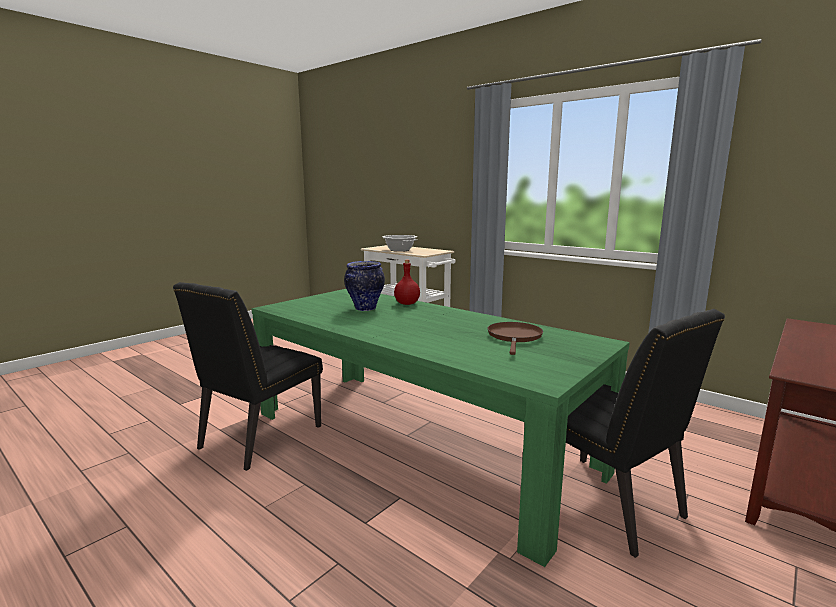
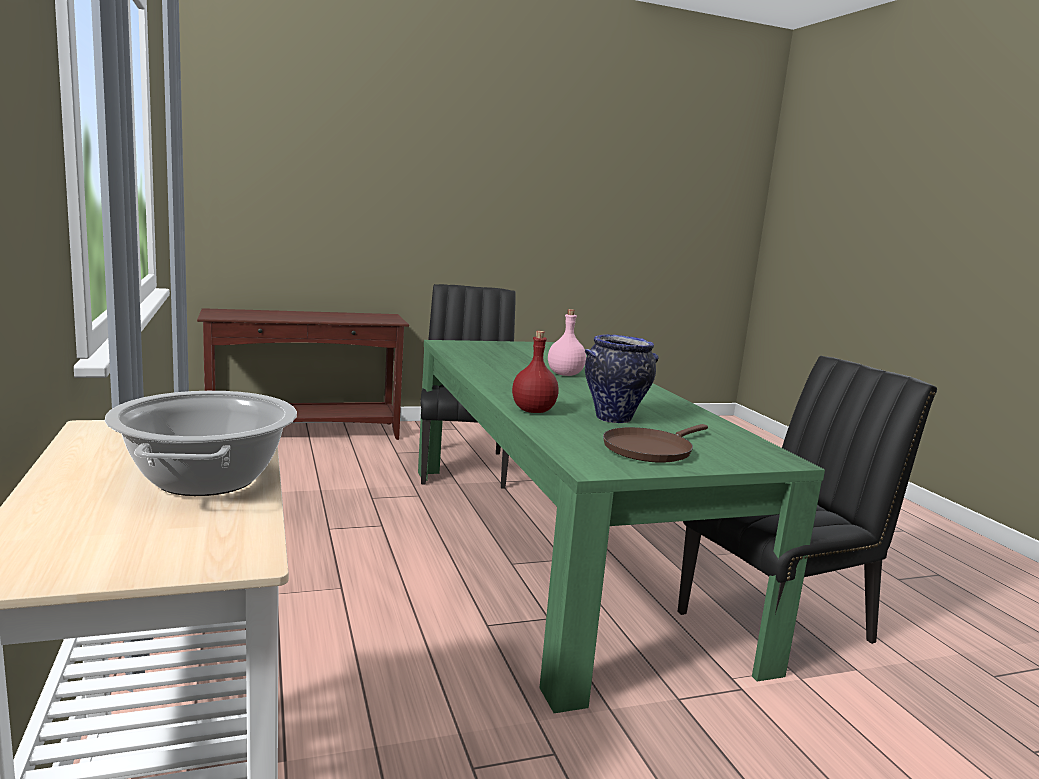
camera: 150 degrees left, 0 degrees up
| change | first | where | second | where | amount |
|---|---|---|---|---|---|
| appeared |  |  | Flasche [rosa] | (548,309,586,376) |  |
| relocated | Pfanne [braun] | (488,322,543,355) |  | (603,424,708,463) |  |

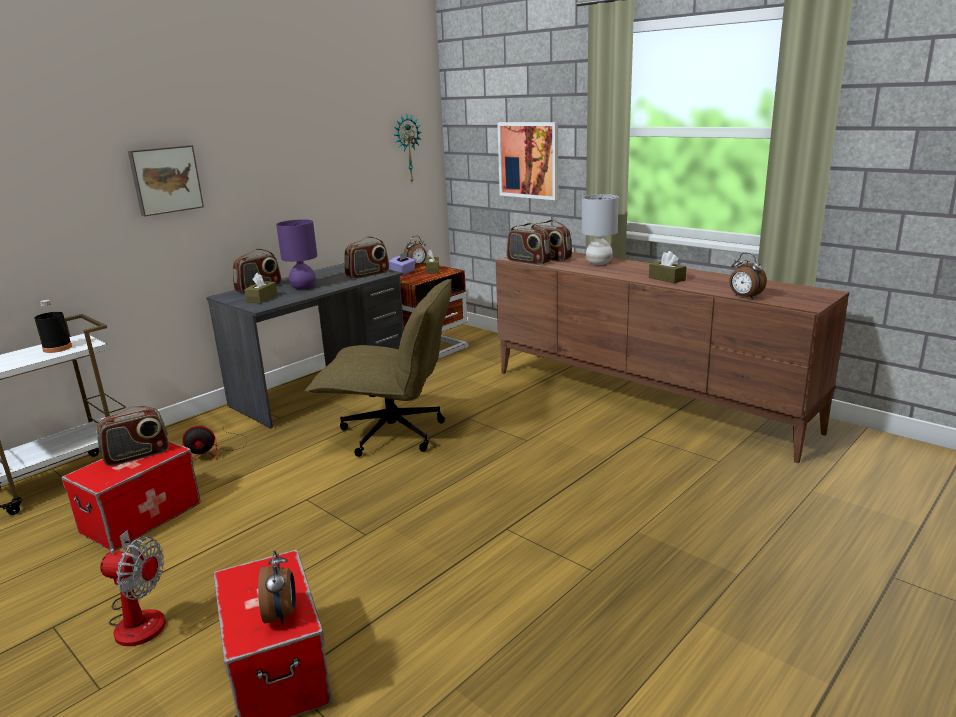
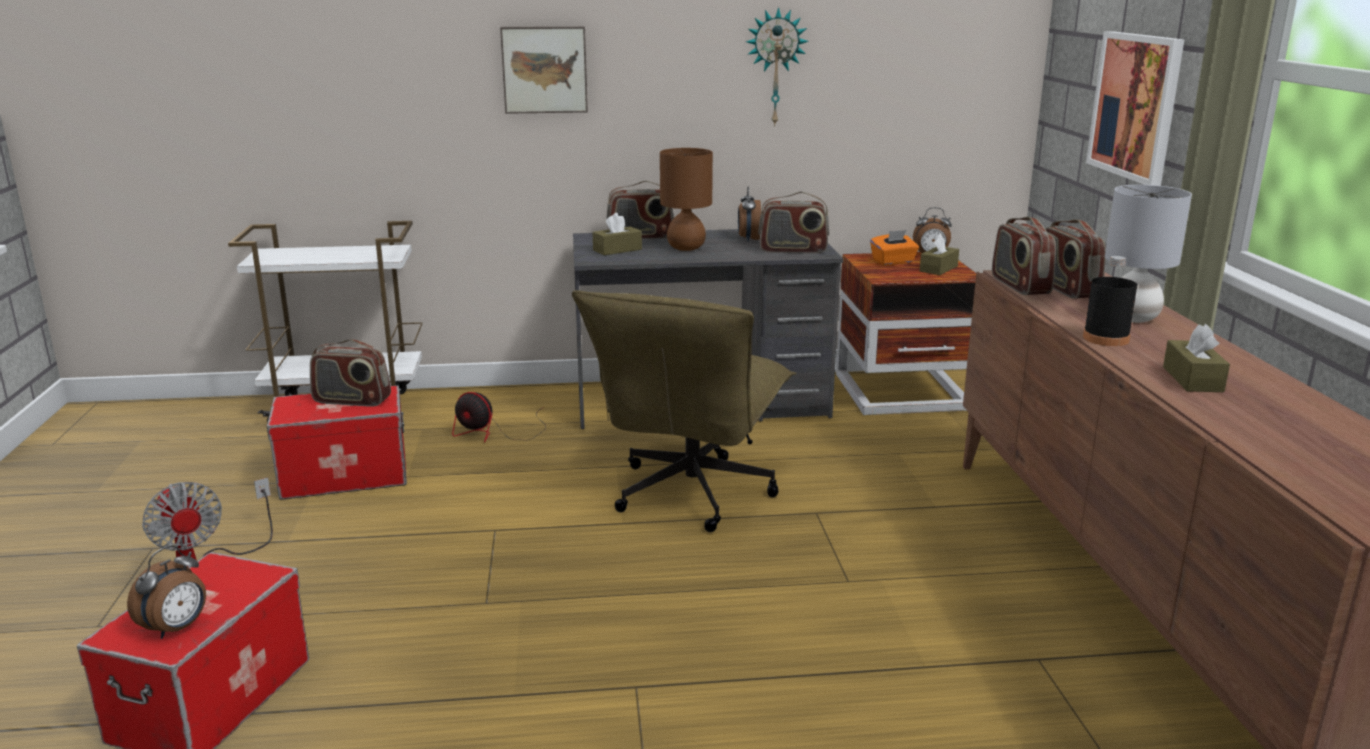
camera: 40 degrees right, 0 degrees up
| change | first | where | second | where | amount |
|---|---|---|---|---|---|
| relocated | Flasche [schwarz] | (34,300,72,353) |  | (1083,256,1138,346) |  |
| relocated | Wanduhr | (394,114,422,182) |  | (746,7,809,127) |  |
| relocated | Wecker | (729,253,767,299) |  | (738,186,761,242) |  |
| colour | Tischlampe [lila] | (276,219,317,290) | Tischlampe [braun] | (660,148,713,251) |  |
| colour | Taschentuchbox [lila] | (389,252,416,275) | Taschentuchbox [orange] | (870,230,919,265) |  |
| spun | Bürostuhl [beige] | (305,279,452,457) |  | (572,290,796,532) | 60 degrees clockwise |

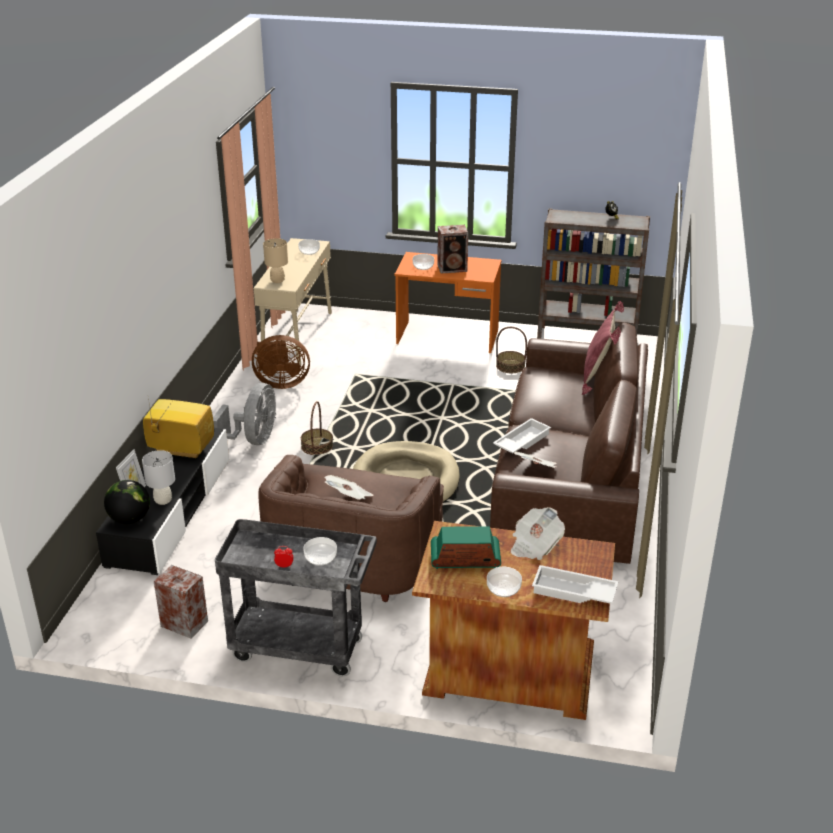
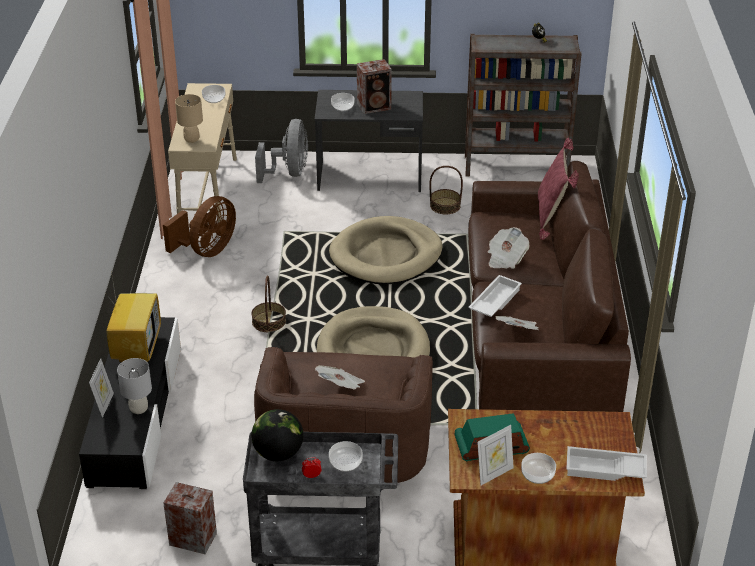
camera: 10 degrees left, 5 degrees up
| change | first | where | second | where | amount |
|---|---|---|---|---|---|
| appeared |  |  | Hundebett [beige] | (329,216,443,284) |  |
| appeared |  |  | Bilderrahmen | (477,425,514,486) |  |
| relocated | Globus | (104,480,150,524) |  | (251,409,303,461) |  |
| relocated | Ventilator [grau] | (213,383,276,445) |  | (255,119,308,183) |  |
| relocated | Zeitung | (511,507,565,560) |  | (488,227,530,269) |  |
| colour | Schreibtisch [orange] | (395,252,502,353) | Schreibtisch [grau] | (315,90,423,192) |  |
| spun | Fernseher | (143,392,214,459) |  | (106,271,161,362) | 90 degrees clockwise |
| spun | Ventilator [braun] | (252,335,310,389) |  | (163,196,236,257) | 45 degrees counterclockwise |

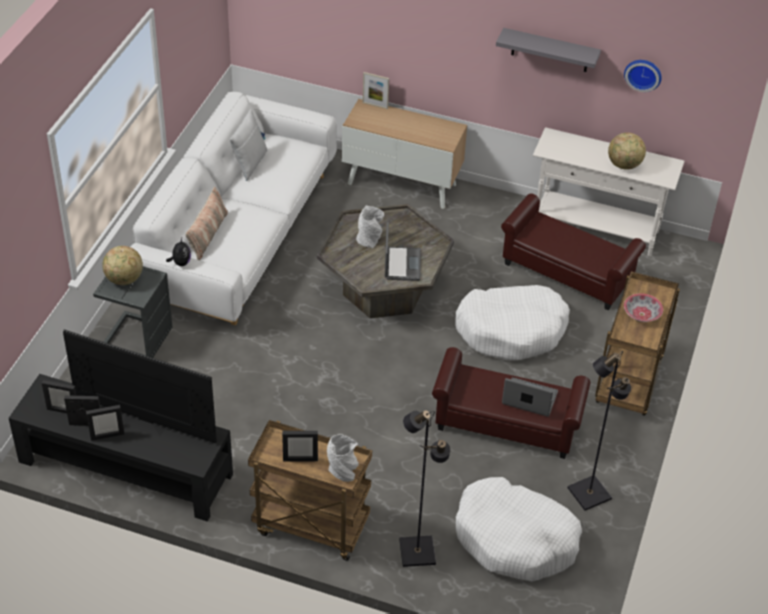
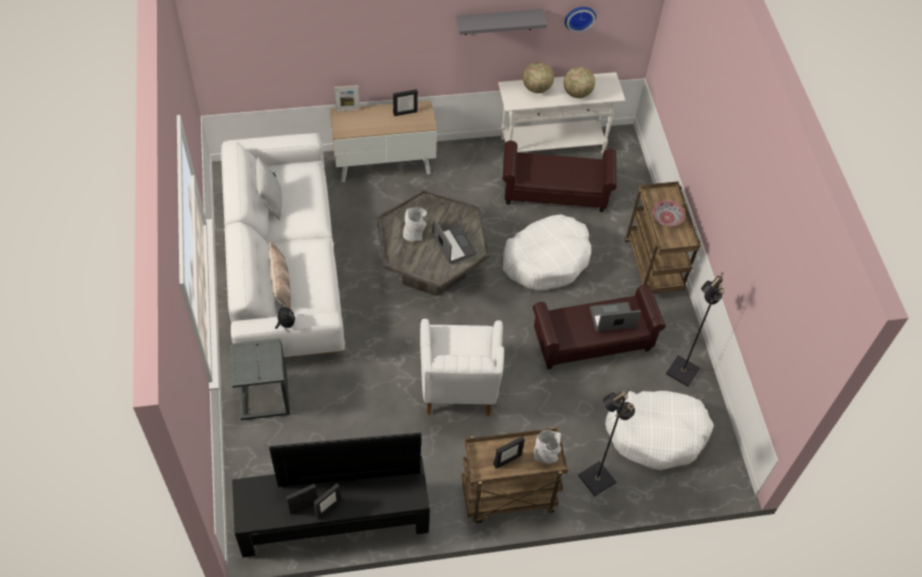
camera: 30 degrees left, 10 degrees up
| change | first | where | second | where | amount |
|---|---|---|---|---|---|
| appeared |  |  | Sessel [weiß] | (420,319,504,416) |  |
| relocated | Bilderrahmen | (42,380,77,413) |  | (393,89,418,116) |  |
| relocated | Globus | (102,246,143,285) |  | (523,62,554,93) |  |

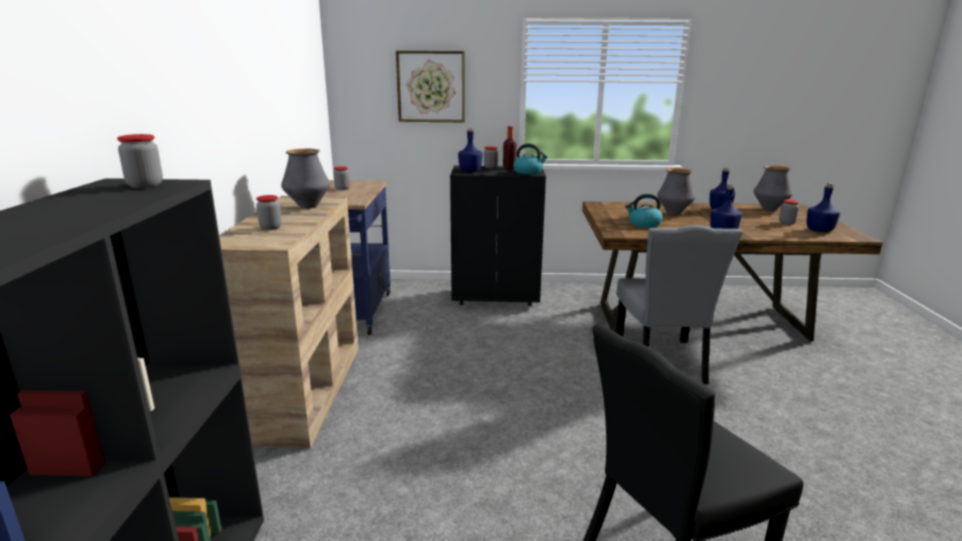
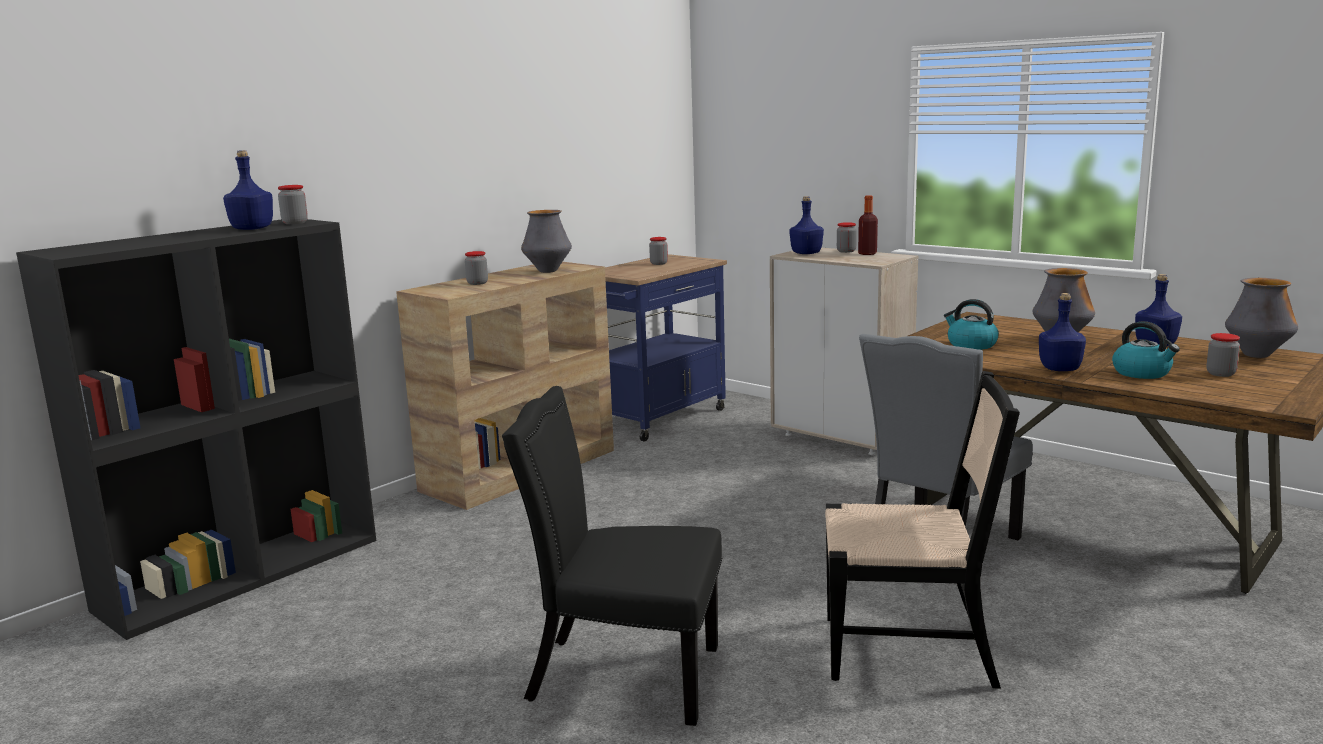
camera: 40 degrees right, 5 degrees down
| change | first | where | second | where | amount |
|---|---|---|---|---|---|
| missing | Bild | (396,51,465,122) |  |  |  |
| appeared |  |  | Stuhl | (825,371,1020,689) |  |
| relocated | Wasserkessel | (513,144,548,174) |  | (1112,321,1180,379) |  |
| relocated | Flasche [blau] | (807,183,840,232) |  | (223,150,273,230) |  |
| colour | Schrank [schwarz] | (450,166,546,306) | Schrank [beige] | (770,248,919,455) |  |

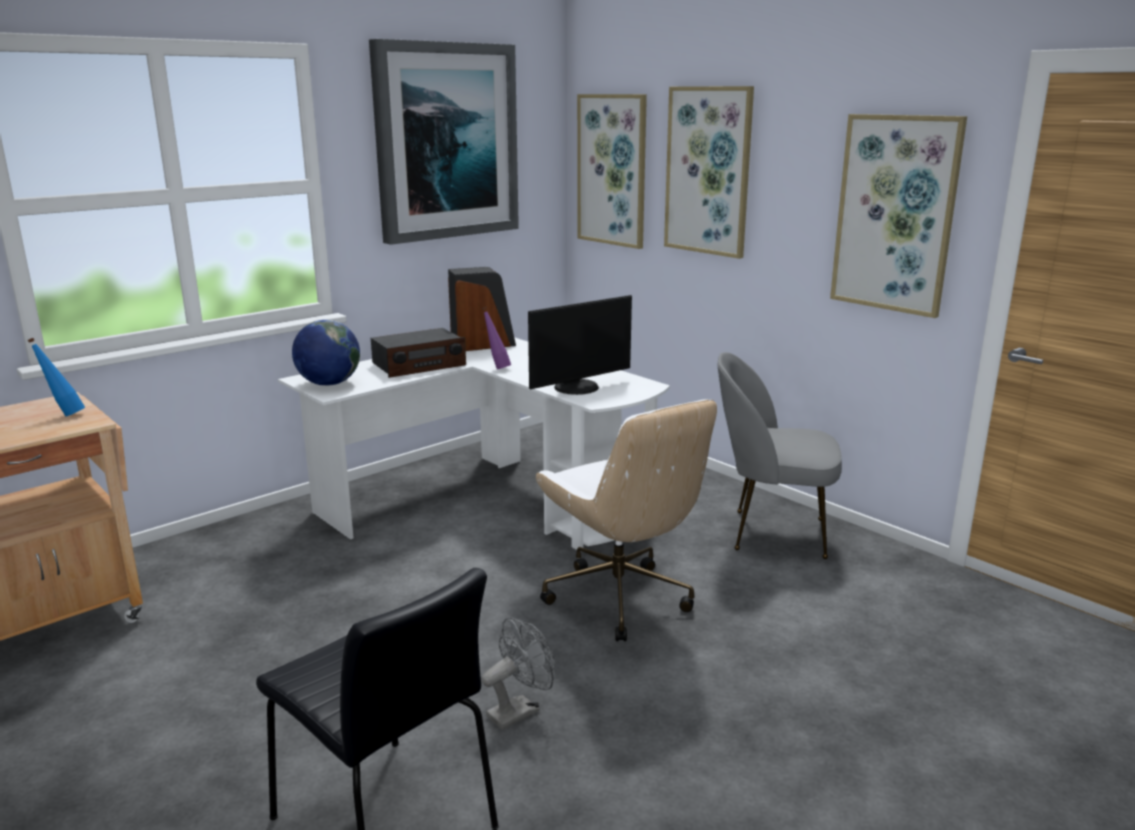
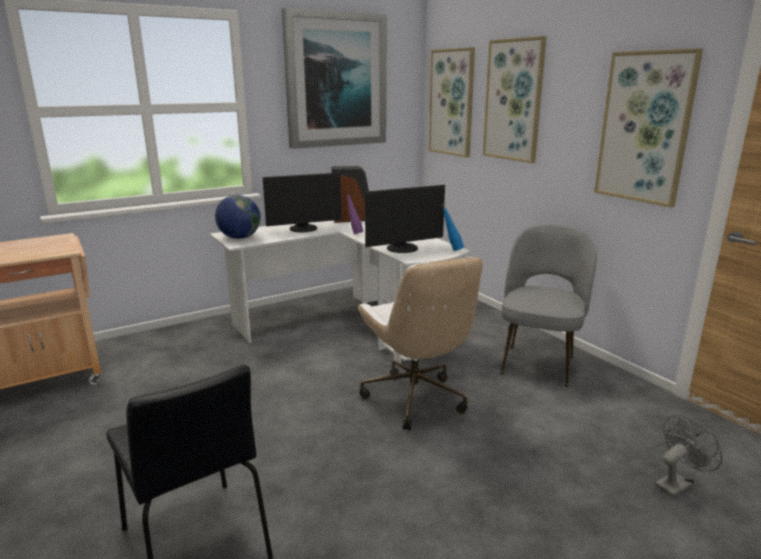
camera: 10 degrees right, 0 degrees up
| change | first | where | second | where | amount |
|---|---|---|---|---|---|
| relocated | Flasche [blau] | (27,338,85,416) |  | (442,204,464,251) |  |
| relocated | Ventilator [grau] | (481,617,555,730) |  | (655,415,722,498) |  |
| exchanged | Radio | (371,328,466,378) | Monitor | (263,173,342,232) |  |
| spun | Stuhl [grau] | (718,352,842,559) |  | (500,224,596,387) | 90 degrees clockwise |

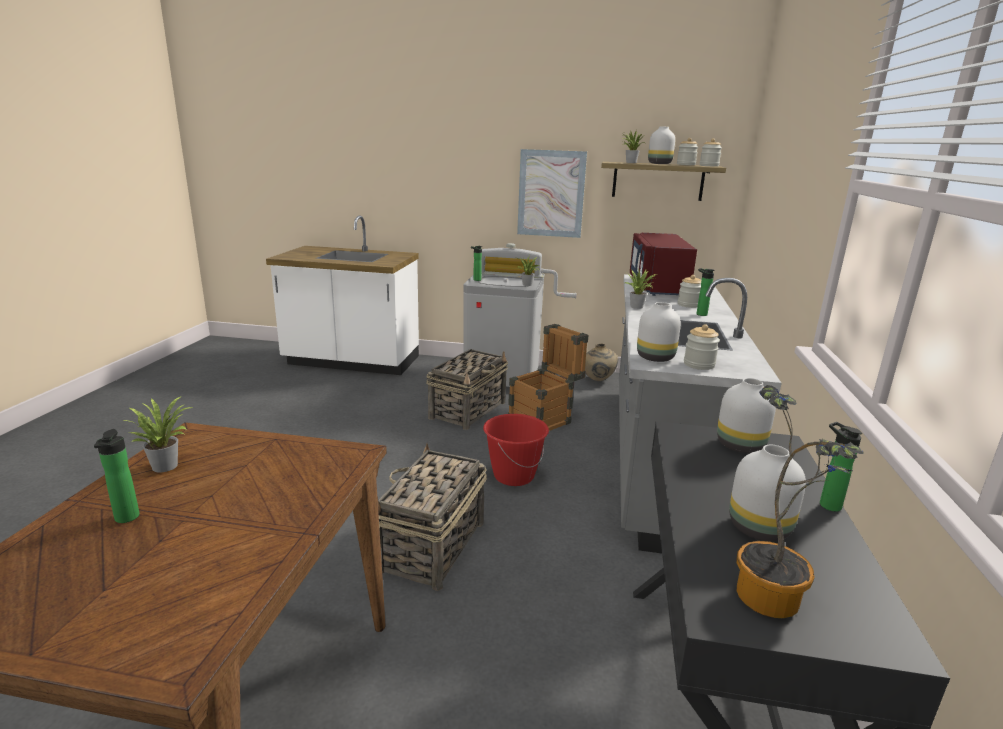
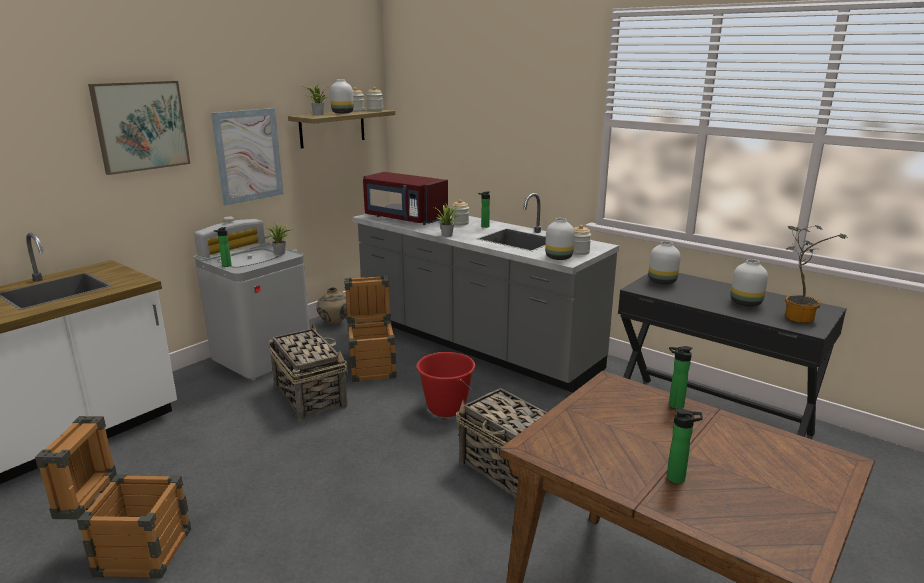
camera: 60 degrees left, 0 degrees up
| change | first | where | second | where | amount |
|---|---|---|---|---|---|
| missing | Topfpflanze | (123,396,193,473) |  |  |  |
| appeared |  |  | Kiste | (35,416,191,578) |  |
| appeared |  |  | Bild | (88,81,190,175) |  |
| relocated | Flasche | (820,422,862,512) |  | (669,346,692,409) |  |

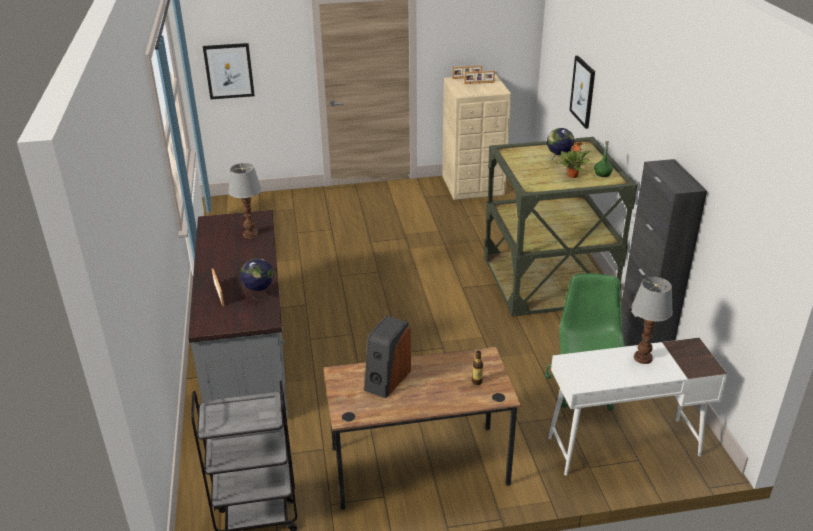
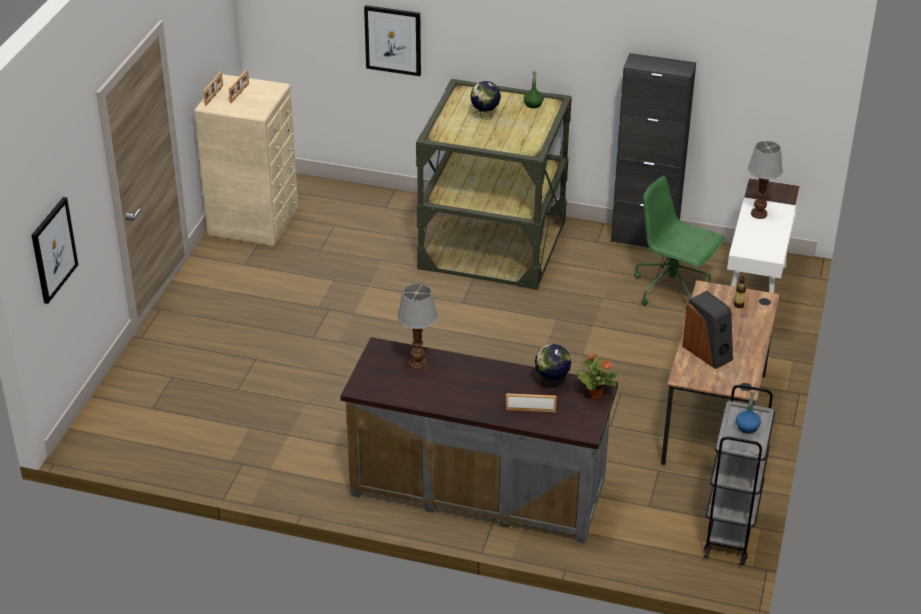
camera: 65 degrees left, 5 degrees up
| change | first | where | second | where | amount |
|---|---|---|---|---|---|
| appeared |  |  | Flasche [blau] | (736,391,761,434) |  |
| relocated | Topfpflanze | (561,142,590,178) |  | (577,354,618,398) |  |

